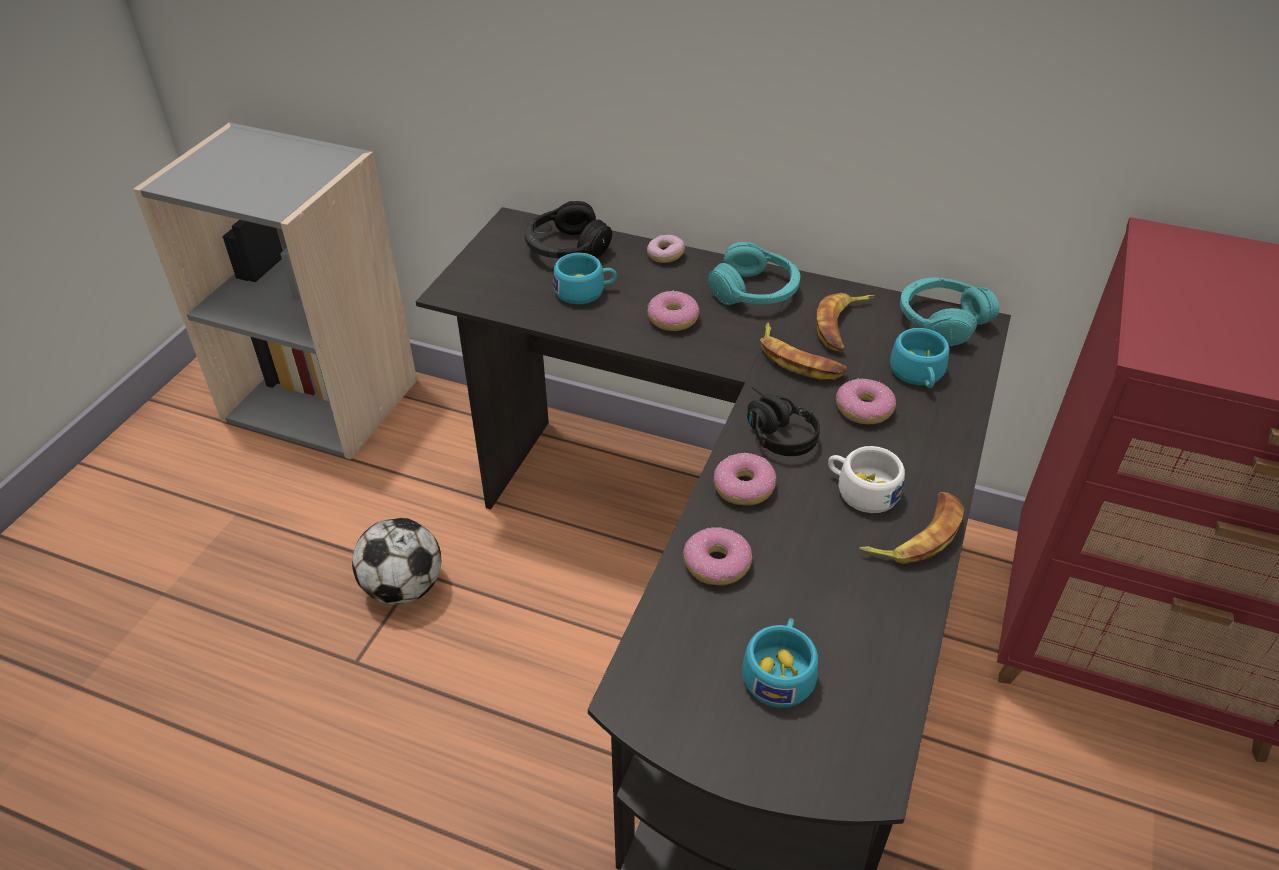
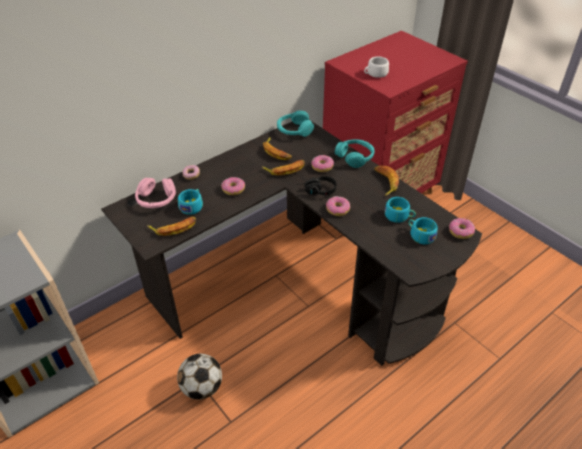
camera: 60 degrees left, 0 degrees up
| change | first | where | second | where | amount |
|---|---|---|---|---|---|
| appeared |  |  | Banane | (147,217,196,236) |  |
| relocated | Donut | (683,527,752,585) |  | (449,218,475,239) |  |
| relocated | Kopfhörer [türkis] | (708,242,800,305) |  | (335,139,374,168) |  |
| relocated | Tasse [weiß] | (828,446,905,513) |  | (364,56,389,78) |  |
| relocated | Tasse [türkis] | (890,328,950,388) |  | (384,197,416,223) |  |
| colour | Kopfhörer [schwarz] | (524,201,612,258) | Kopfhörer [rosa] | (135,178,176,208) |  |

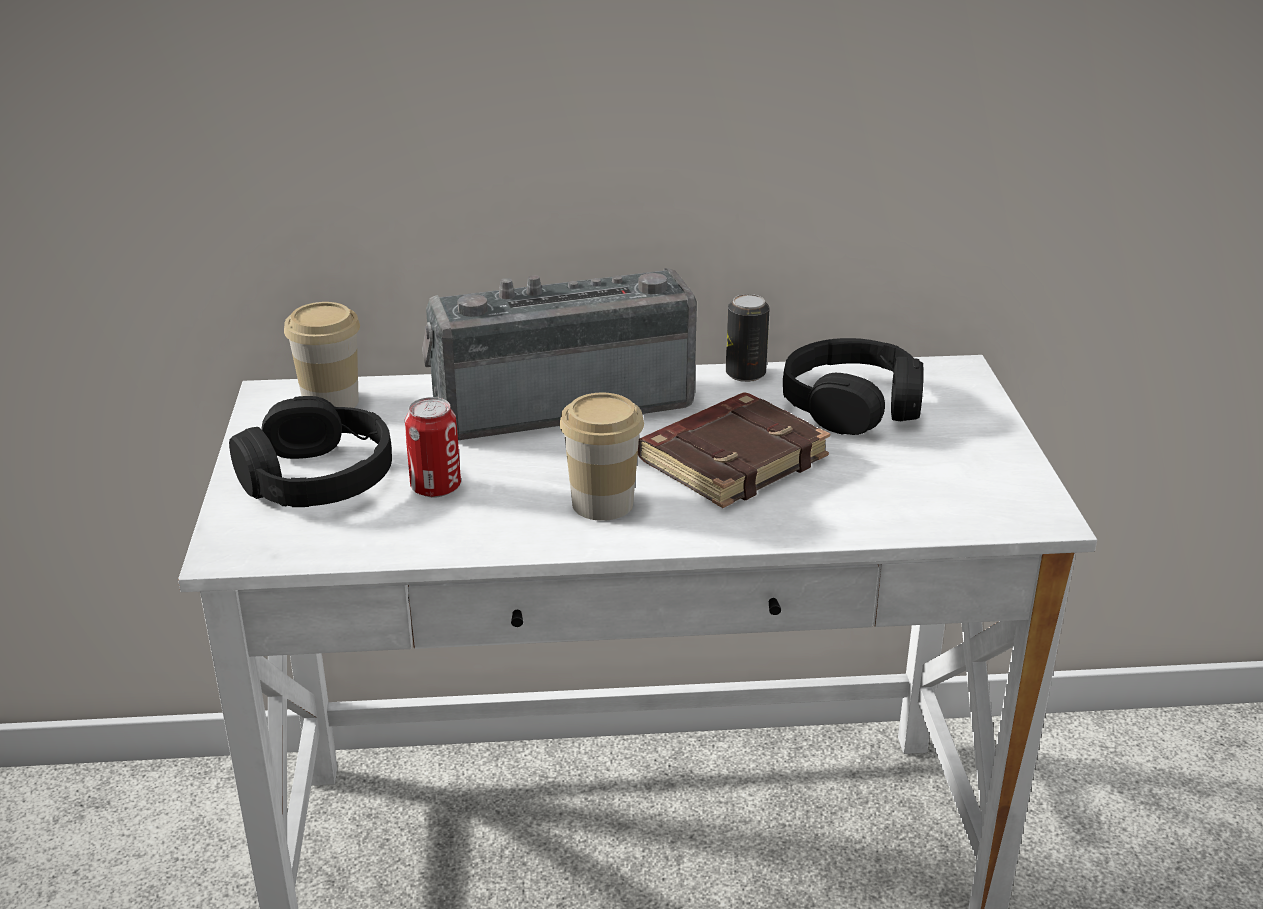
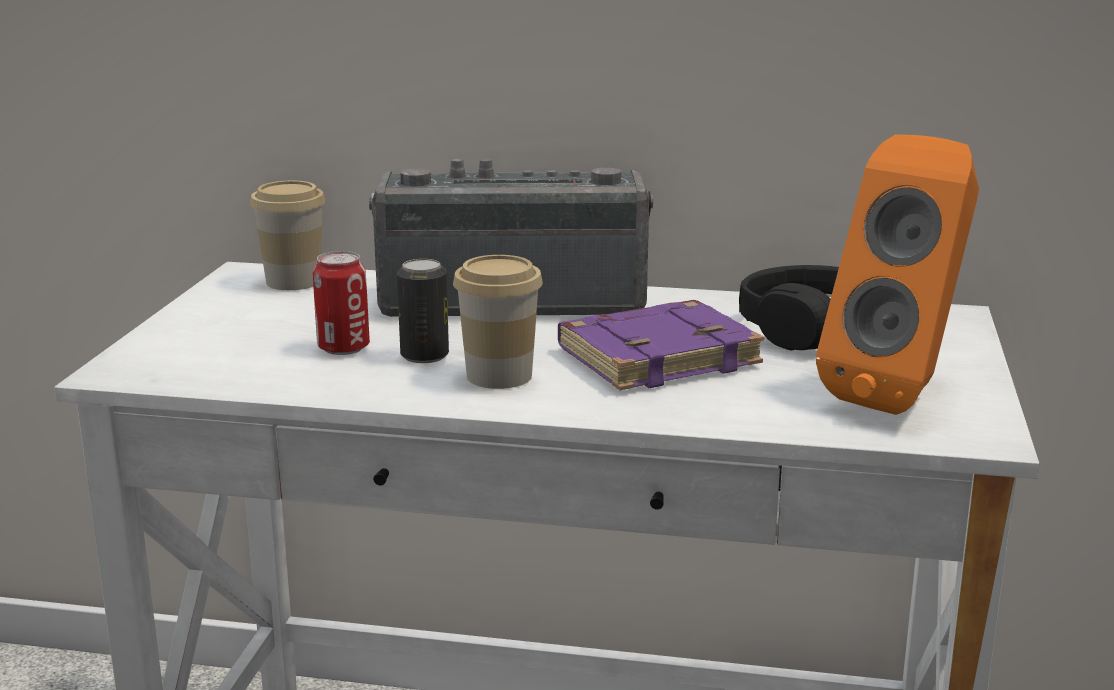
camera: 15 degrees right, 10 degrees down
| change | first | where | second | where | amount |
|---|---|---|---|---|---|
| missing | Kopfhörer [schwarz] | (229,396,392,507) |  |  |  |
| appeared |  |  | Lautsprecher [orange] | (816,134,979,415) |  |
| relocated | Dose | (726,294,770,382) |  | (397,259,449,363) |  |
| colour | Buch [braun] | (638,392,830,508) | Buch [lila] | (558,300,764,390) |  |

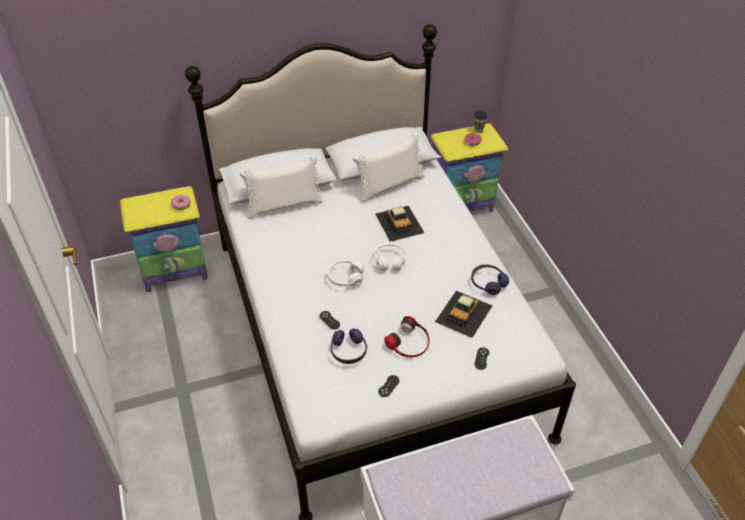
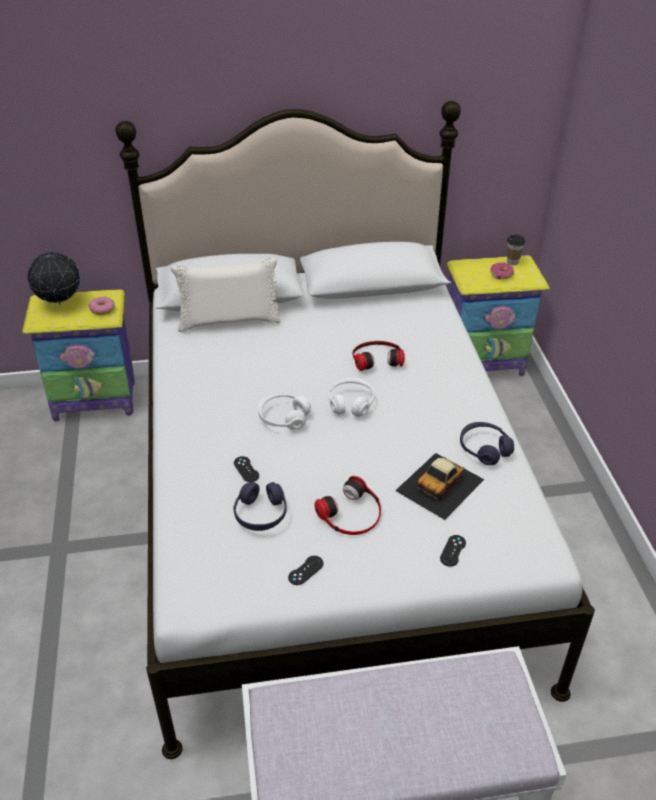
camera: 10 degrees right, 5 degrees down
| change | first | where | second | where | amount |
|---|---|---|---|---|---|
| missing | Kissen [weiß] | (353,133,425,203) |  |  |  |
| appeared |  |  | Globus | (27,249,80,305) |  |
| exchanged | Spielzeugauto | (375,206,424,242) | Kopfhörer | (352,341,405,371) |  |

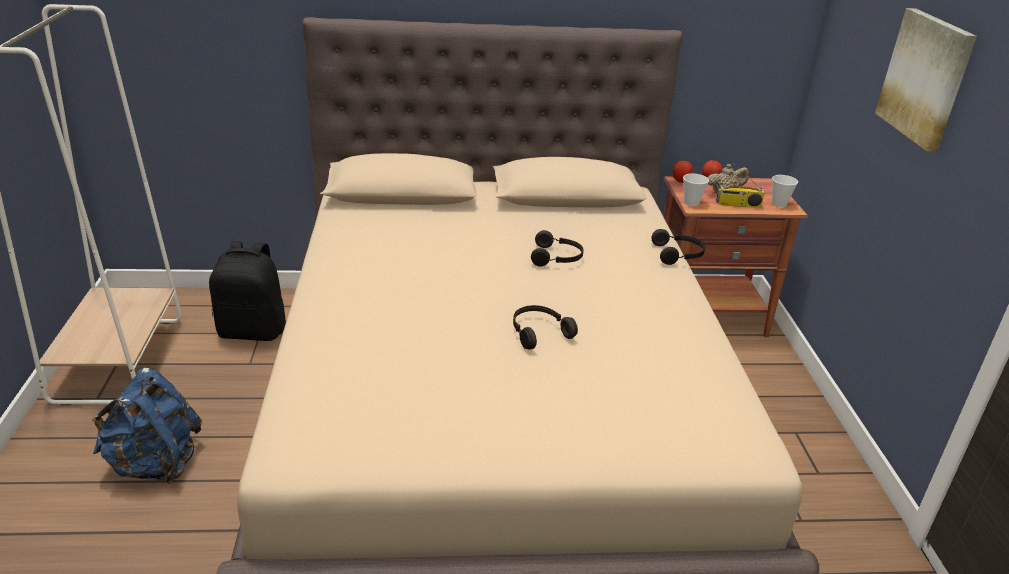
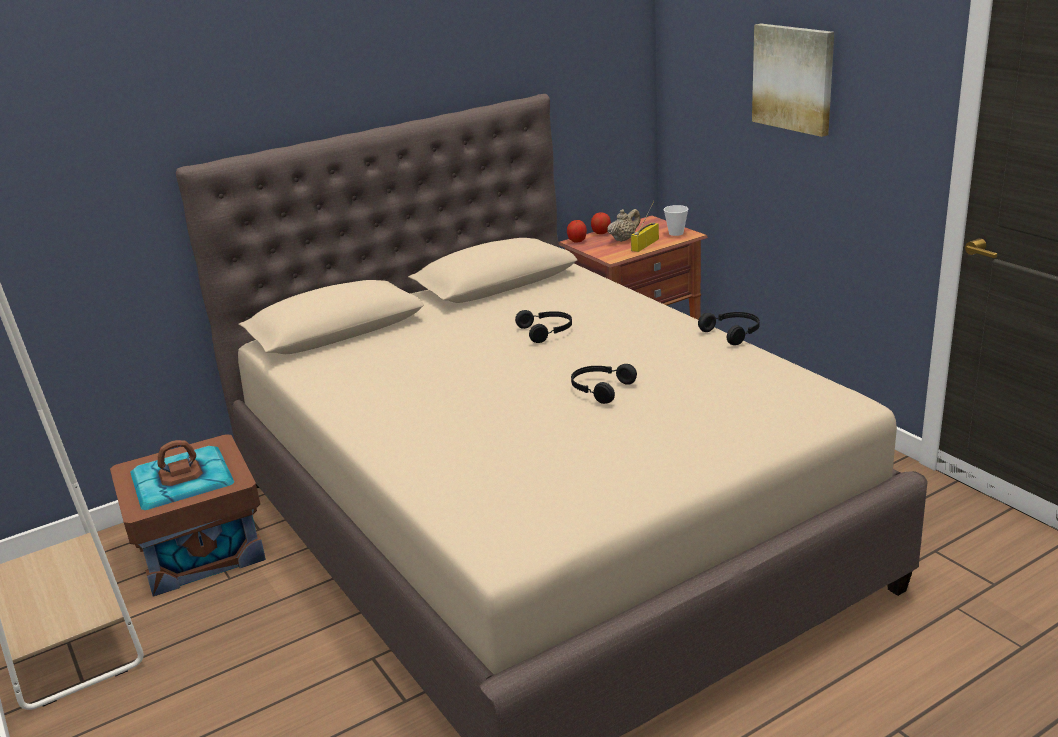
camera: 25 degrees left, 5 degrees down
| change | first | where | second | where | amount |
|---|---|---|---|---|---|
| missing | Rucksack [blau] | (92,368,202,483) |  |  |  |
| missing | Tasse | (683,174,709,206) |  |  |  |
| relocated | Kopfhörer [schwarz] | (651,229,705,265) |  | (698,312,760,345) |  |
| exchanged | Rucksack [schwarz] | (209,241,286,341) | Aufbewahrungsbox [braun] | (110,434,266,597) |  |
| spun | Radio | (716,163,765,208) |  | (631,201,659,252) | 150 degrees clockwise |

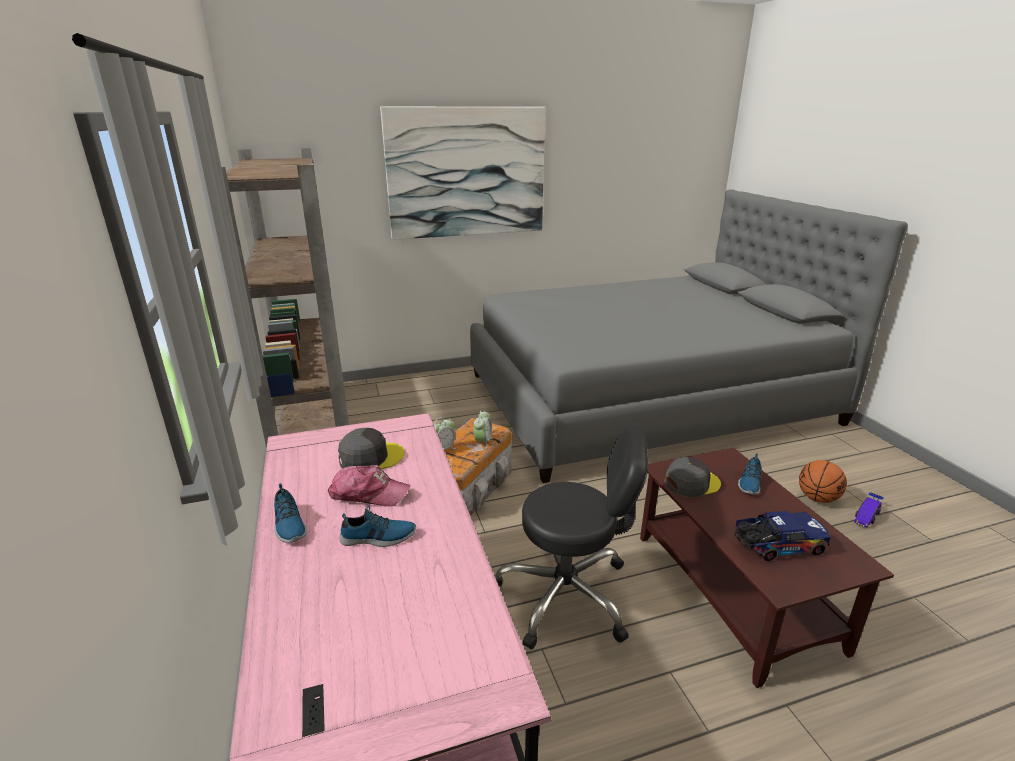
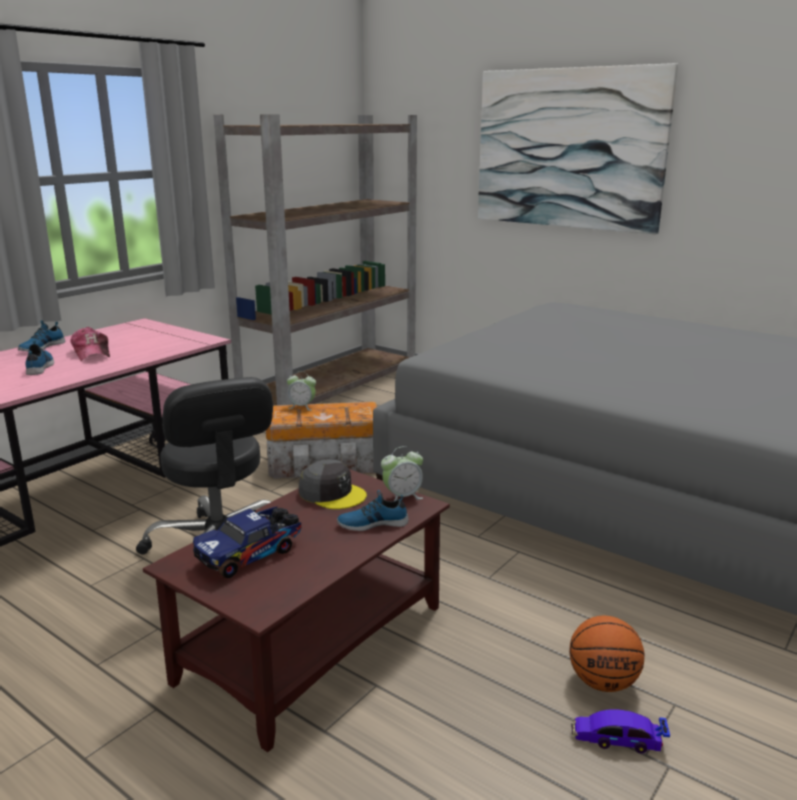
camera: 55 degrees right, 5 degrees down
| change | first | where | second | where | amount |
|---|---|---|---|---|---|
| missing | Kappe [grau] | (338,428,405,469) |  |  |  |
| relocated | Wecker | (474,410,493,449) |  | (381,446,423,501) |  |
| spun | Schuh | (340,506,416,547) |  | (26,340,54,375) | 150 degrees counterclockwise |
| spun | Spielzeuglaster | (734,511,831,561) |  | (193,507,301,578) | 90 degrees clockwise |

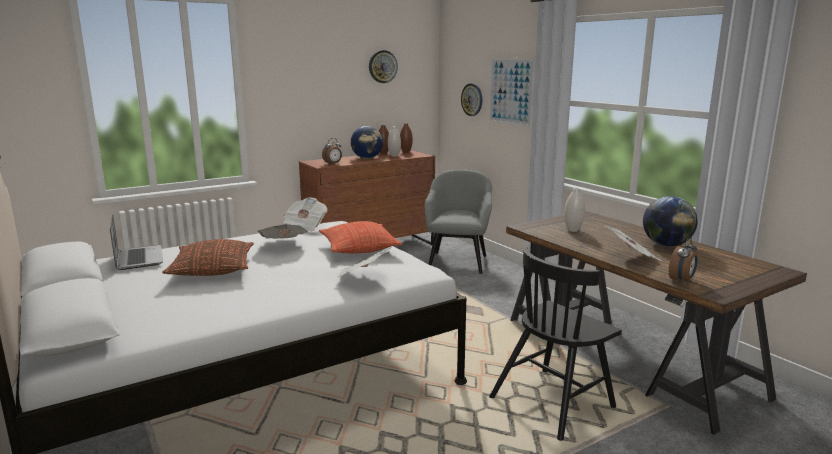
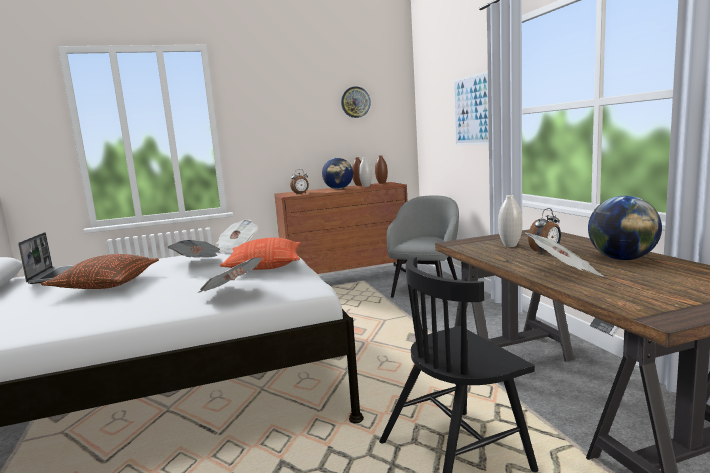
camera: 15 degrees right, 5 degrees down
| change | first | where | second | where | amount |
|---|---|---|---|---|---|
| missing | Wanduhr | (461,83,482,116) |  |  |  |
| relocated | Wecker | (669,237,698,283) |  | (528,208,561,254) |  |

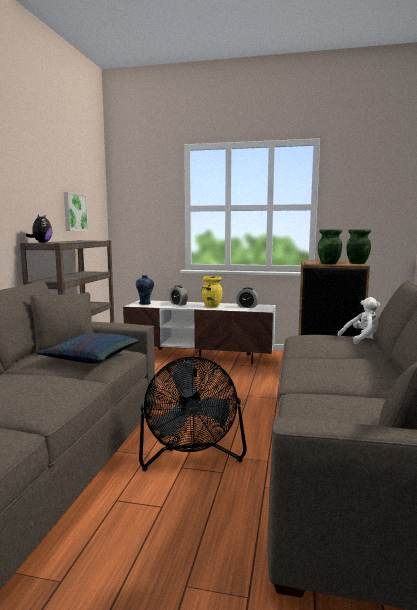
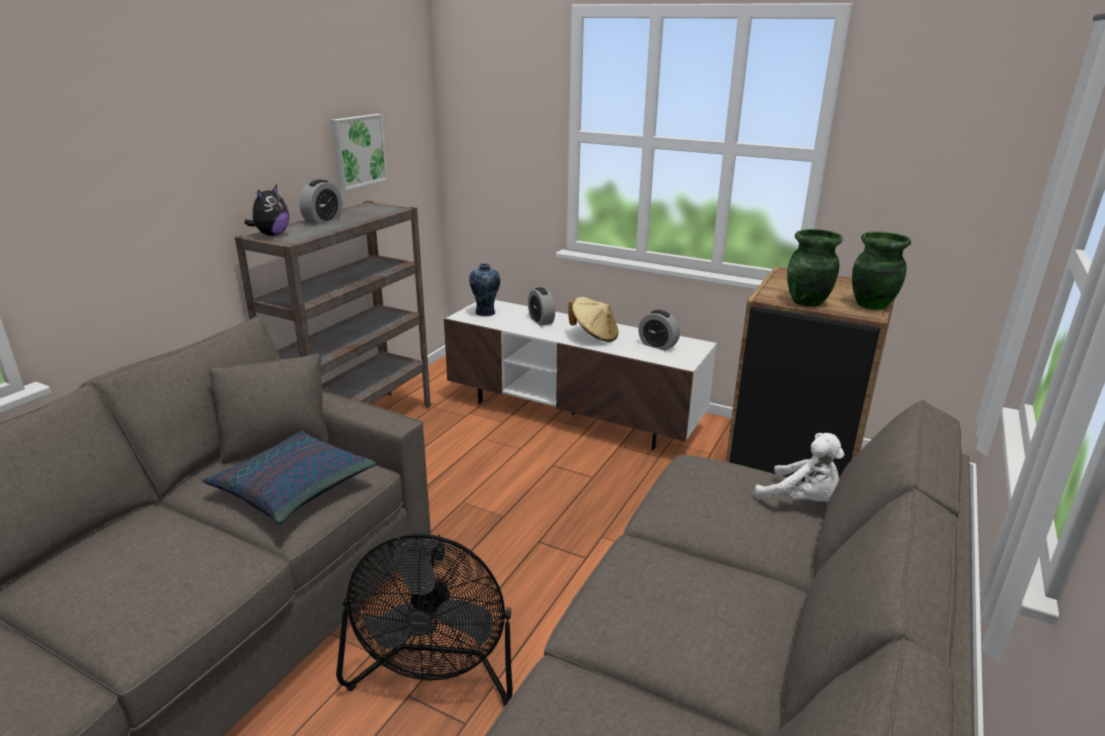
camera: 15 degrees right, 15 degrees up
| change | first | where | second | where | amount |
|---|---|---|---|---|---|
| appeared |  |  | Wecker | (299,179,342,225) |  |
| exchanged | Vase [gelb] | (202,276,222,308) | Hut [beige] | (568,297,618,342) |  |
| spun | Plüschtier [weiß] | (337,297,380,344) |  | (754,433,844,501) | 45 degrees clockwise |

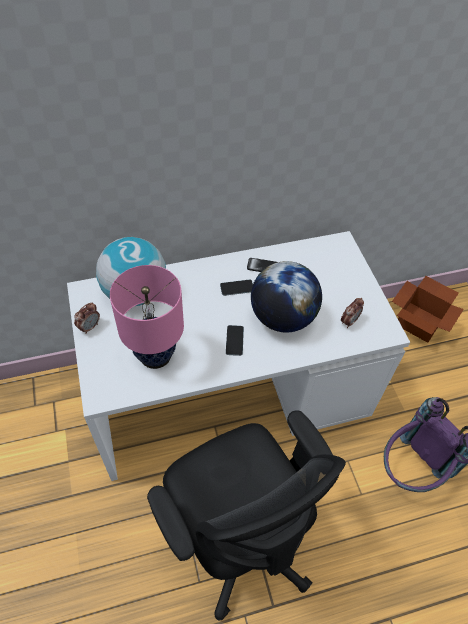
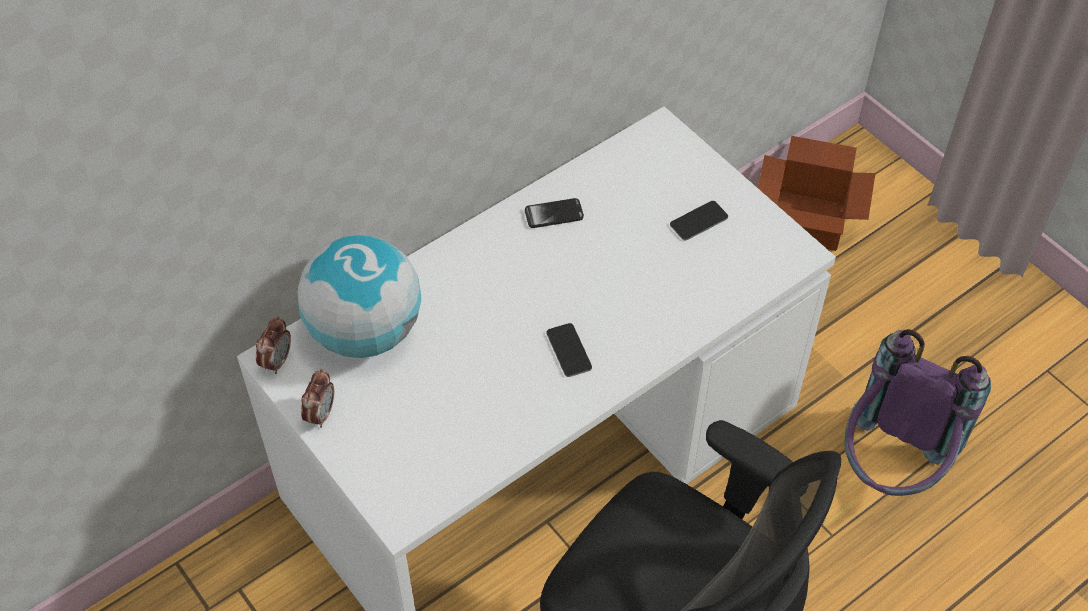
camera: 20 degrees left, 0 degrees up
| change | first | where | second | where | amount |
|---|---|---|---|---|---|
| missing | Tischlampe [rosa] | (110,265,184,369) |  |  |  |
| missing | Globus | (251,261,322,333) |  |  |  |
| relocated | Handy | (220,280,253,296) |  | (670,201,728,241) |  |
| relocated | Wecker | (341,298,364,328) |  | (256,316,291,374) |  |

